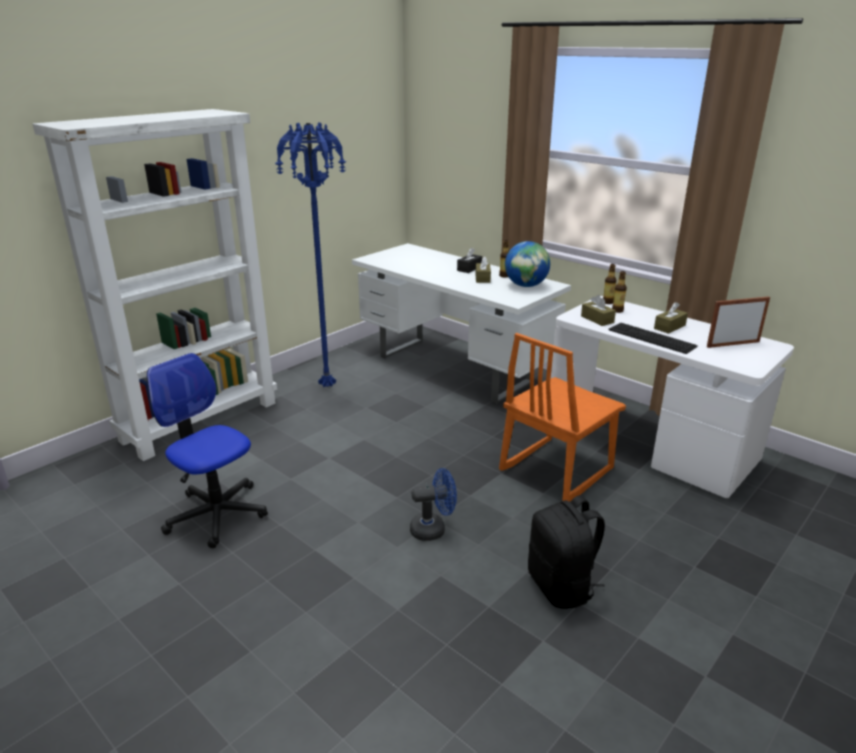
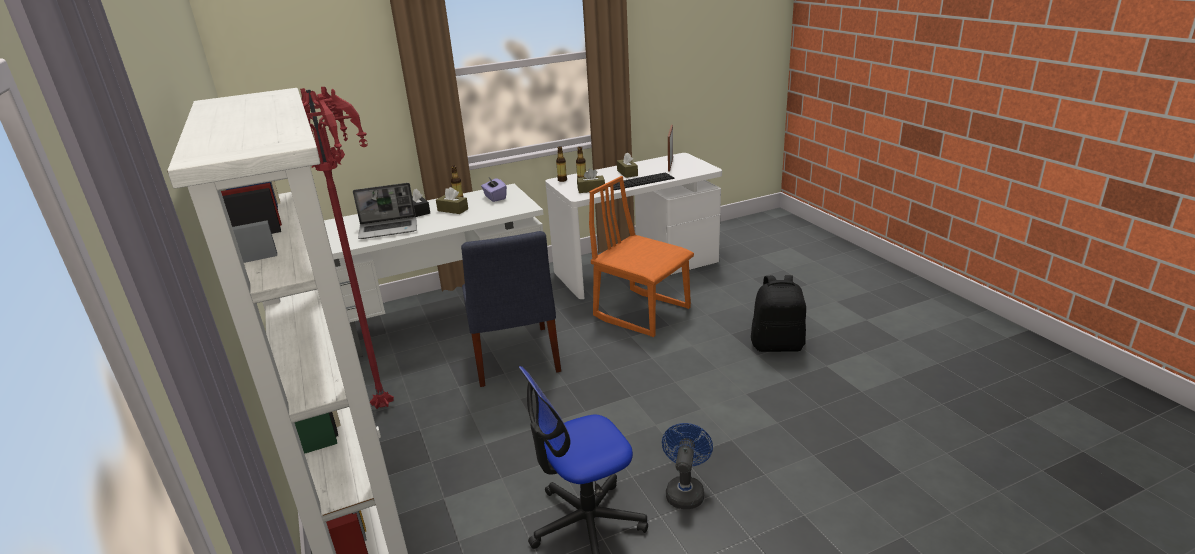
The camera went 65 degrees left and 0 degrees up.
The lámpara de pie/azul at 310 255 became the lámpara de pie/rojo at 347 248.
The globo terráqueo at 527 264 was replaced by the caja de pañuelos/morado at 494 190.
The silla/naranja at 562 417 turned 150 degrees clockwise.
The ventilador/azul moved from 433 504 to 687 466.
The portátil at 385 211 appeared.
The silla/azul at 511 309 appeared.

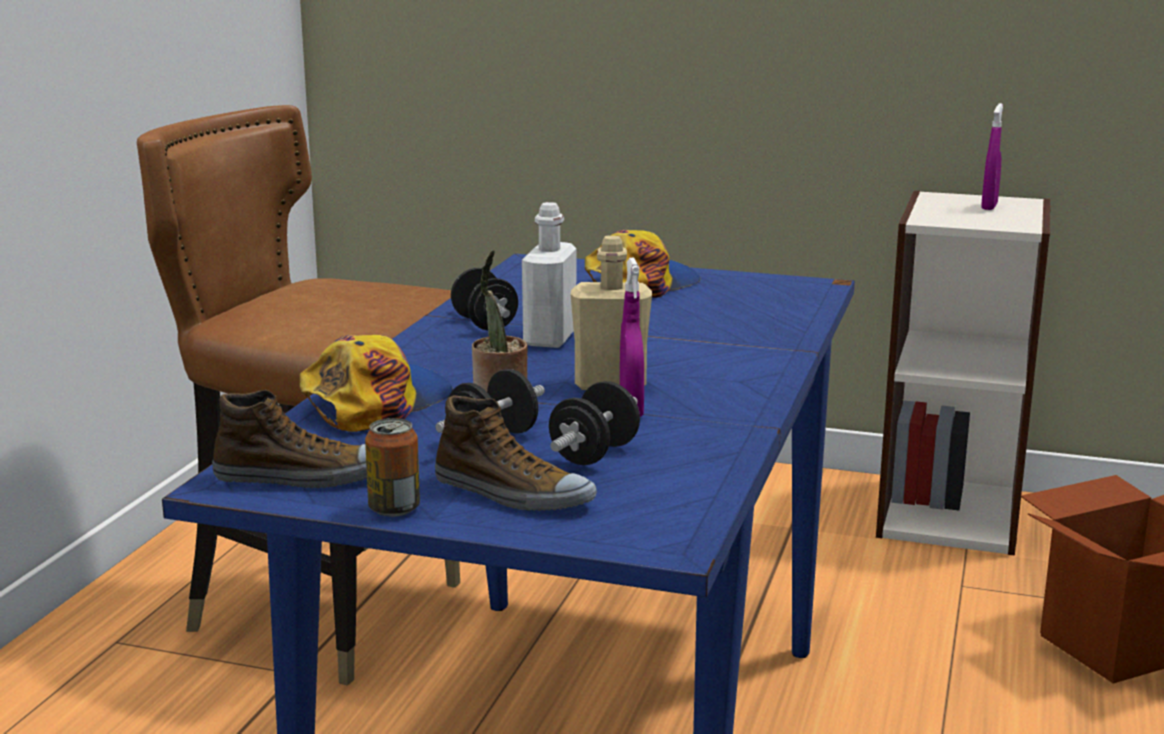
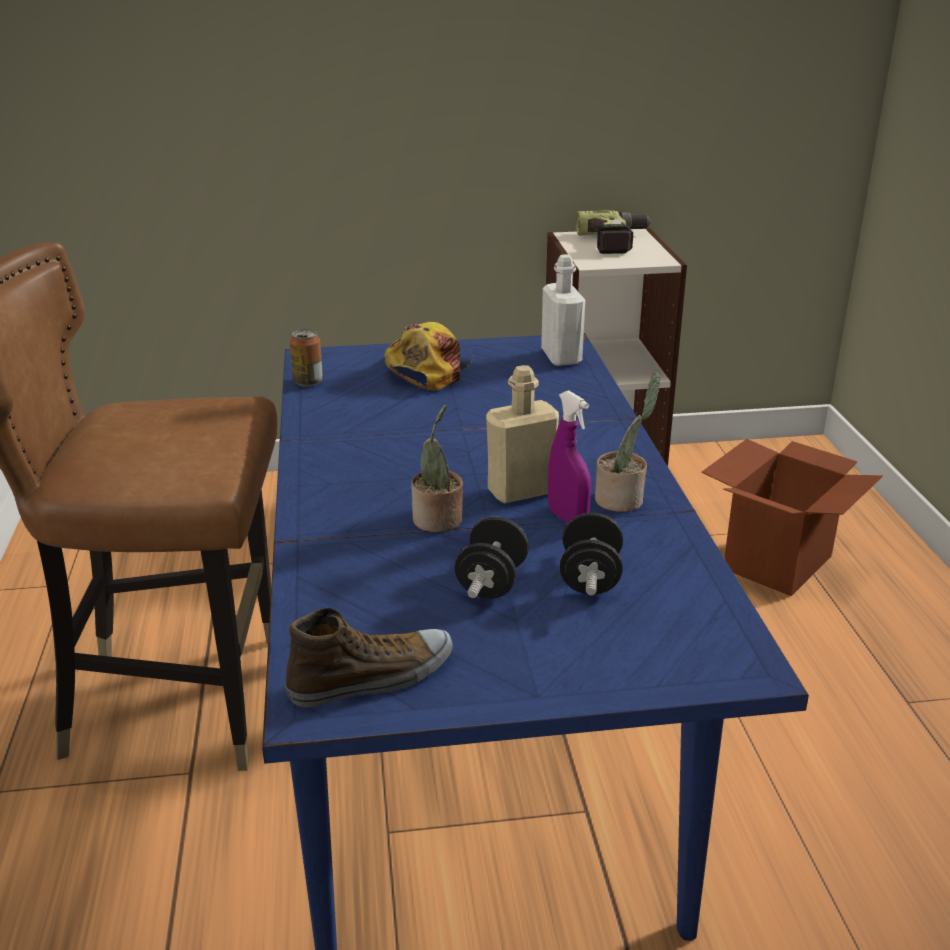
The camera went 25 degrees left and 10 degrees up.
The pulverizador/morado at 992 156 was replaced by the taladro at 614 232.
The botella/blanco moved from 549 275 to 563 310.
The mancuerna/negro at 484 299 disappeared.
The gorra at 376 383 disappeared.
The zapato at 516 453 disappeared.
The lata moved from 392 467 to 306 358.
The planta en maceta at 627 442 appeared.

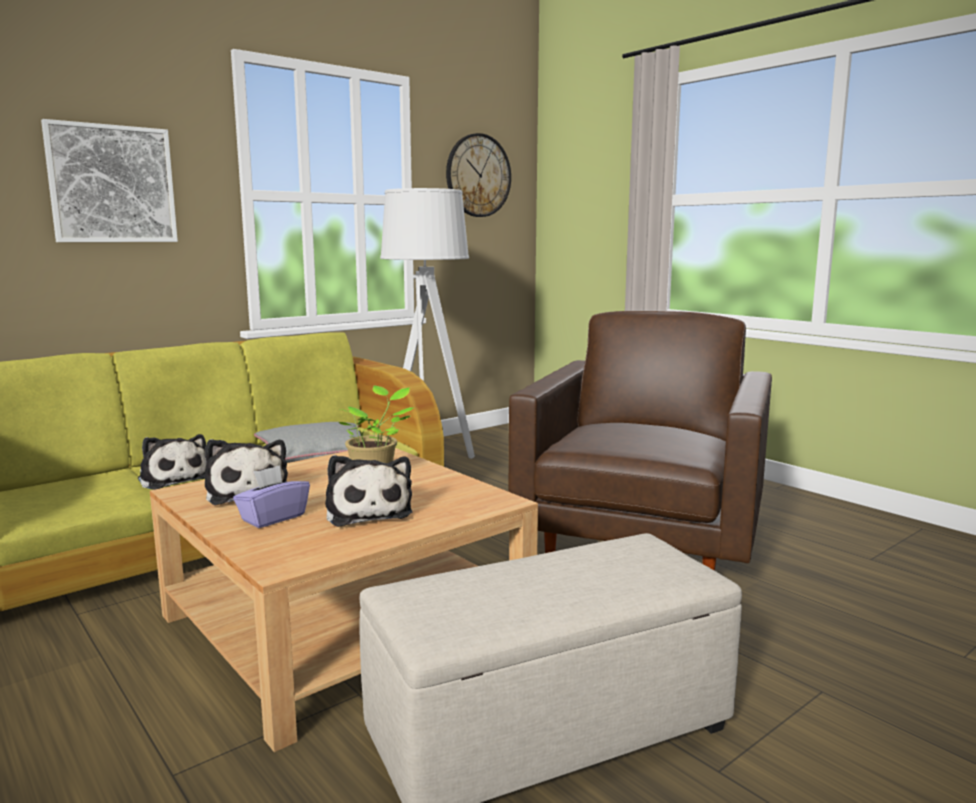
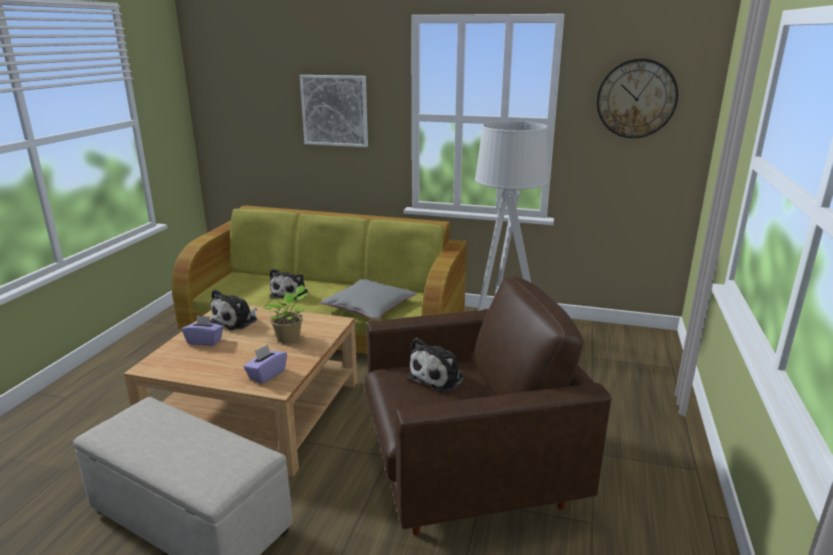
The camera went 55 degrees right and 10 degrees up.
The peluche moved from 369 491 to 435 365.
The caja de pañuelos/morado at 265 364 appeared.

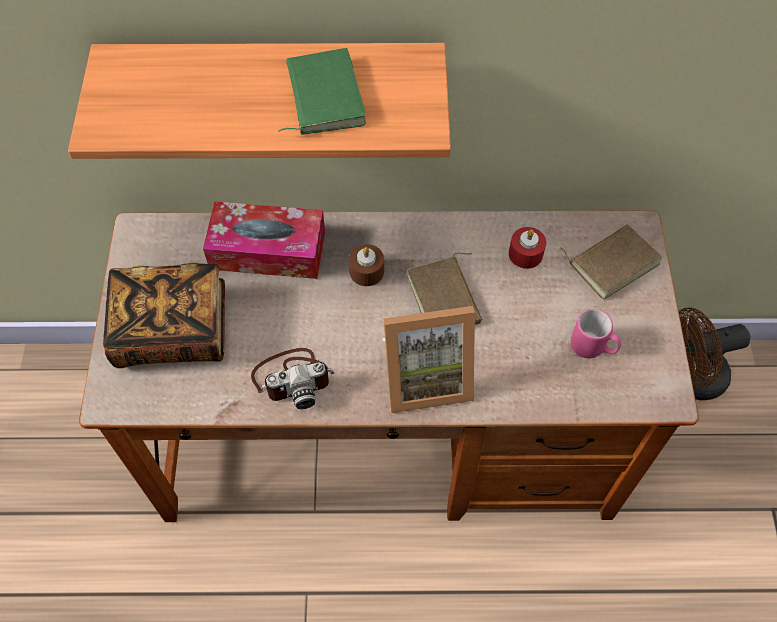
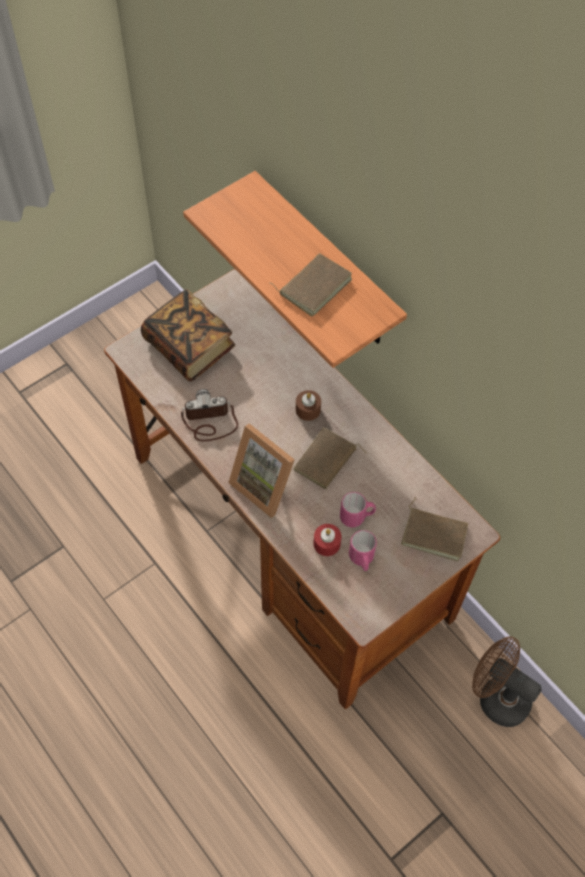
The camera went 50 degrees right and 0 degrees up.
The libro/verde at 322 91 became the libro/marrón at 311 285.
The caja de pañuelos at 264 240 disappeared.
The vela/rojo moved from 527 248 to 327 540.
The cámara at 293 378 turned 135 degrees clockwise.
The taza grande/rosa at 358 509 appeared.

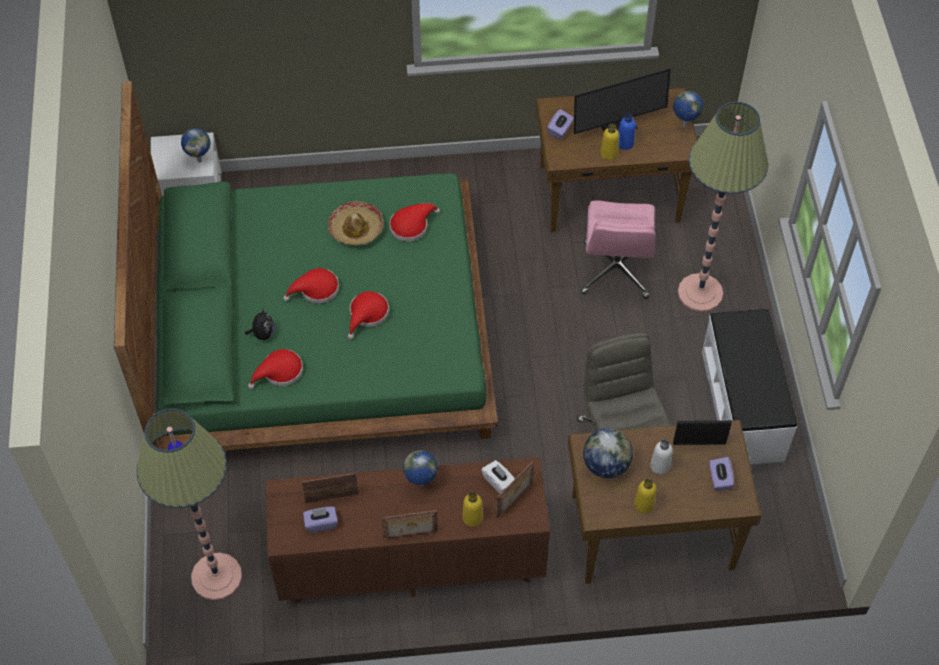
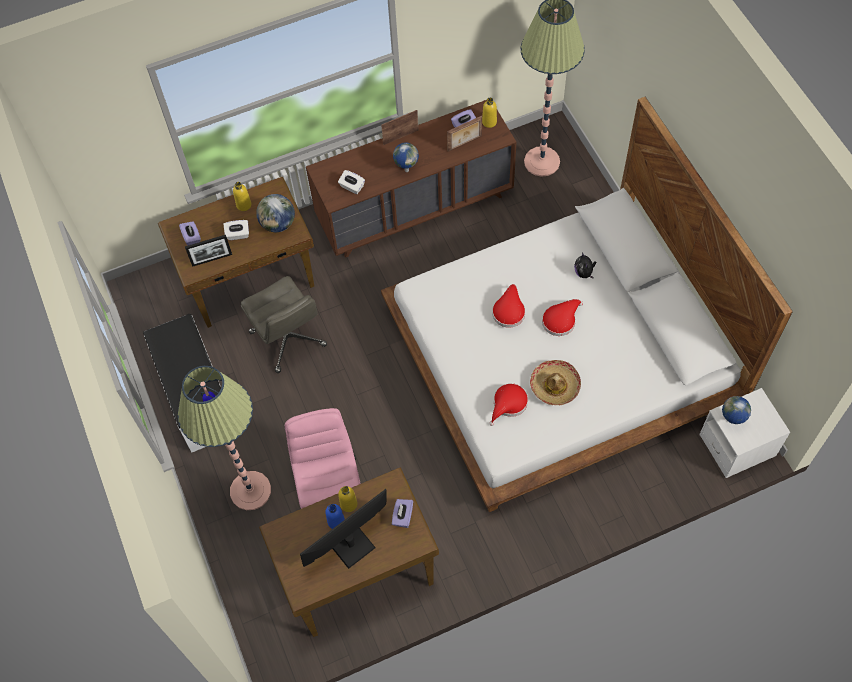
The camera went 165 degrees right and 5 degrees up.
The cama/verde at 306 265 became the cama/blanco at 587 304.
The globo terráqueo at 688 109 disappeared.
The sombrero/rojo at 275 369 disappeared.
The botella/blanco at 661 457 was replaced by the caja de pañuelos/blanco at 236 230.
The portarretratos at 514 489 disappeared.
The botella/amarillo moved from 472 509 to 489 113.

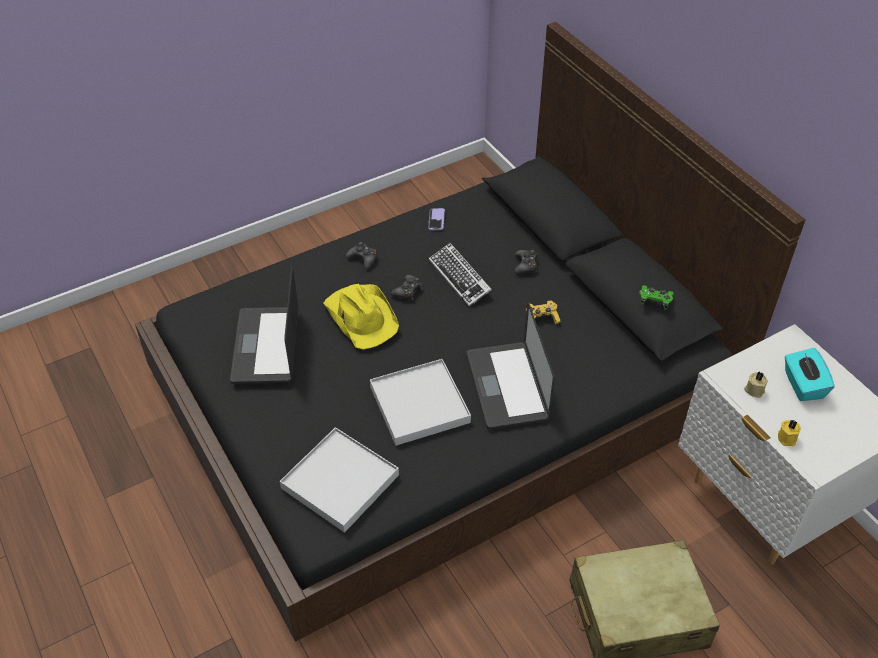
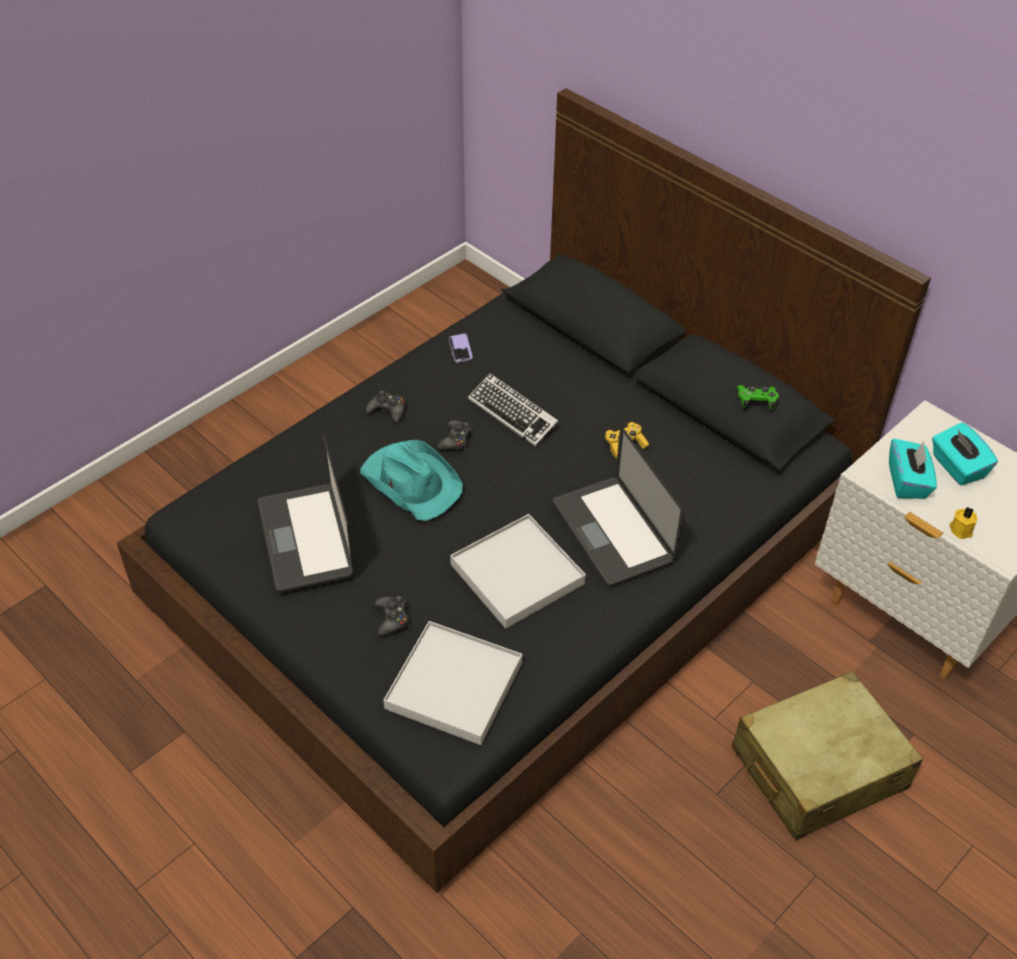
The camera went 15 degrees left and 0 degrees up.
The mando de consola/negro moved from 525 262 to 392 616.
The sombrero/amarillo at 361 316 became the sombrero/turquesa at 411 480.
The vela/beis at 756 385 was replaced by the caja de pañuelos/turquesa at 913 469.

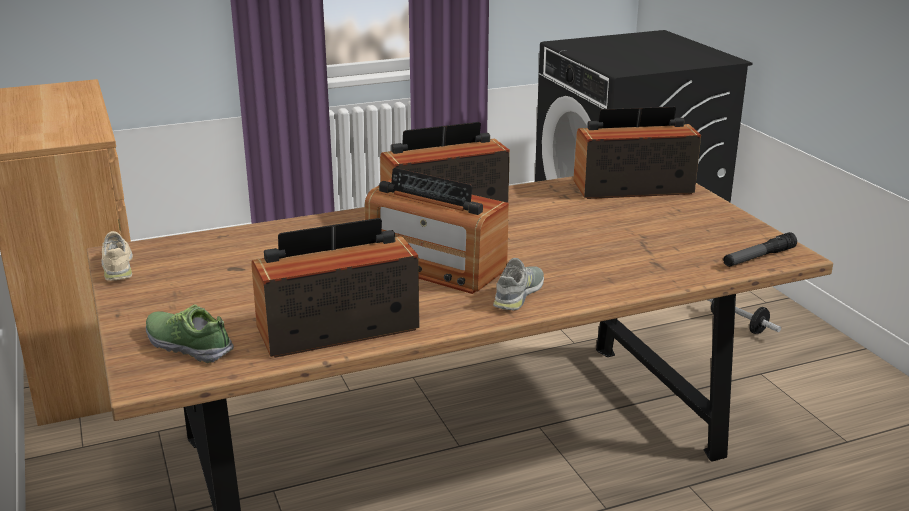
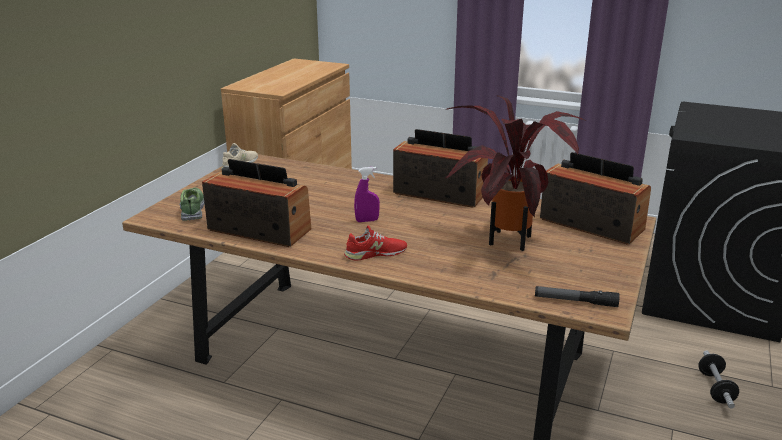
The camera went 45 degrees right and 0 degrees up.
The radio at 437 231 was replaced by the pulverizador/morado at 367 194.
The zapato/gris at 518 284 became the zapato/rojo at 375 243.
The planta en maceta at 515 173 appeared.

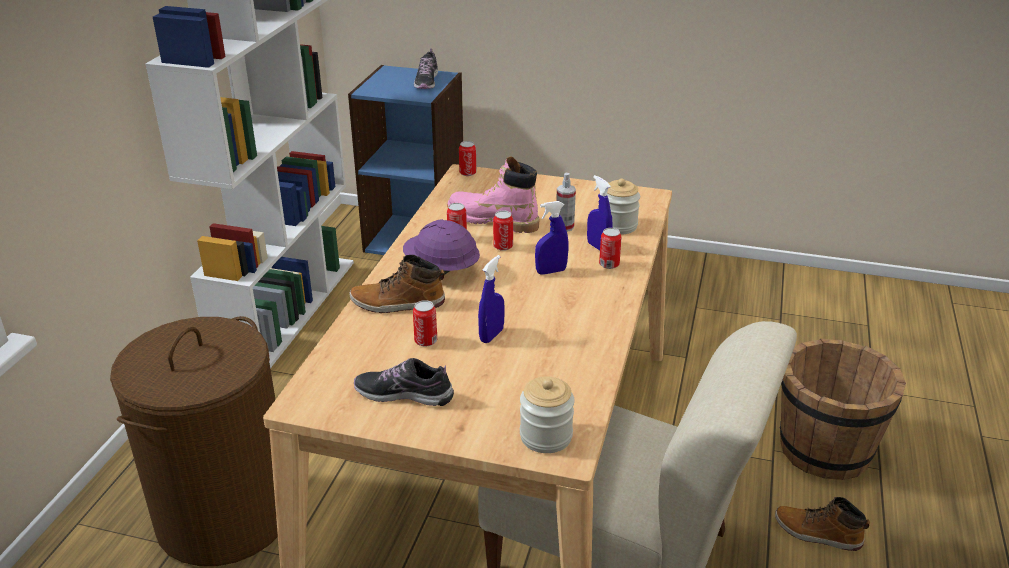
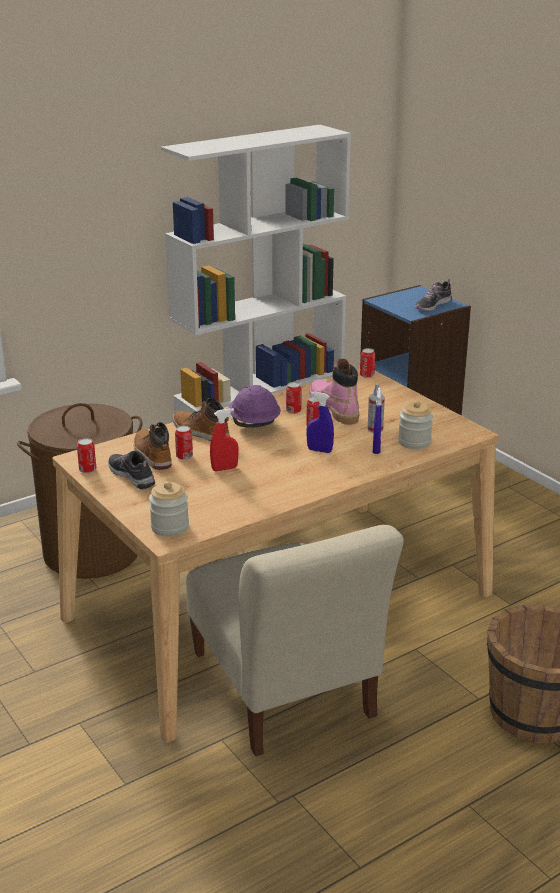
The camera went 40 degrees right and 5 degrees down.
The lata moved from 610 248 to 86 455.
The pulverizador/azul at 491 299 became the pulverizador/rojo at 224 439.
The bota moved from 822 524 to 153 446.

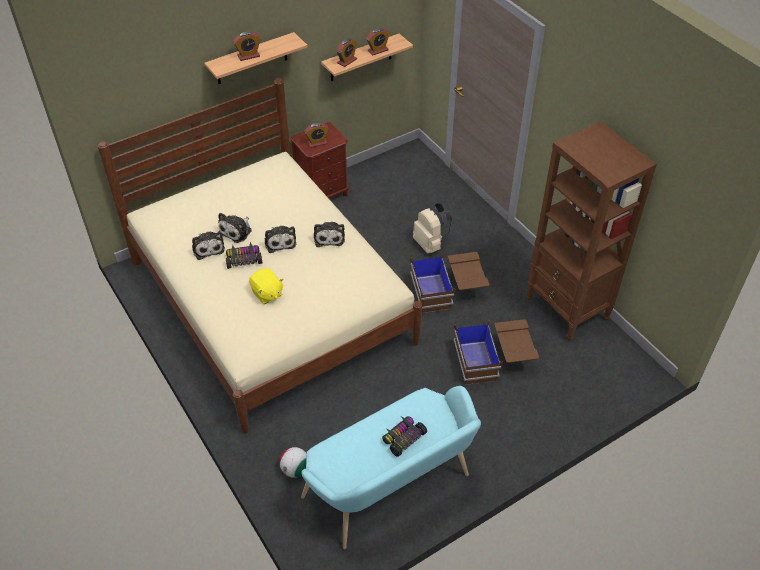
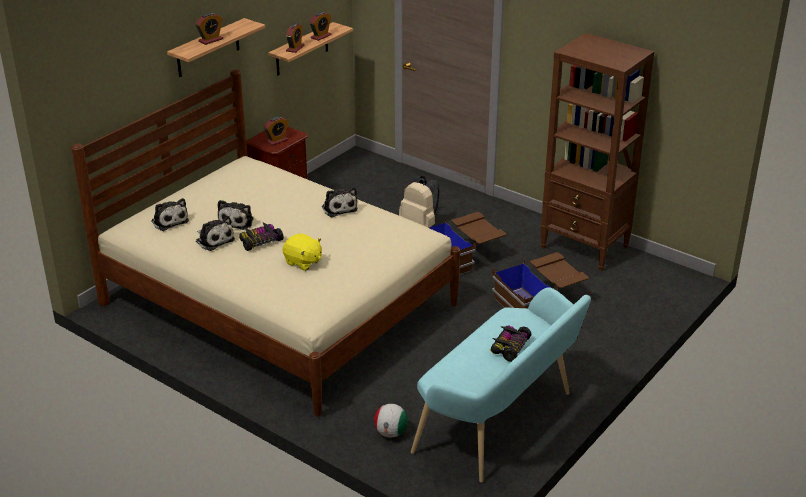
The camera went 20 degrees left and 15 degrees down.
The peluche moved from 280 239 to 170 214.

